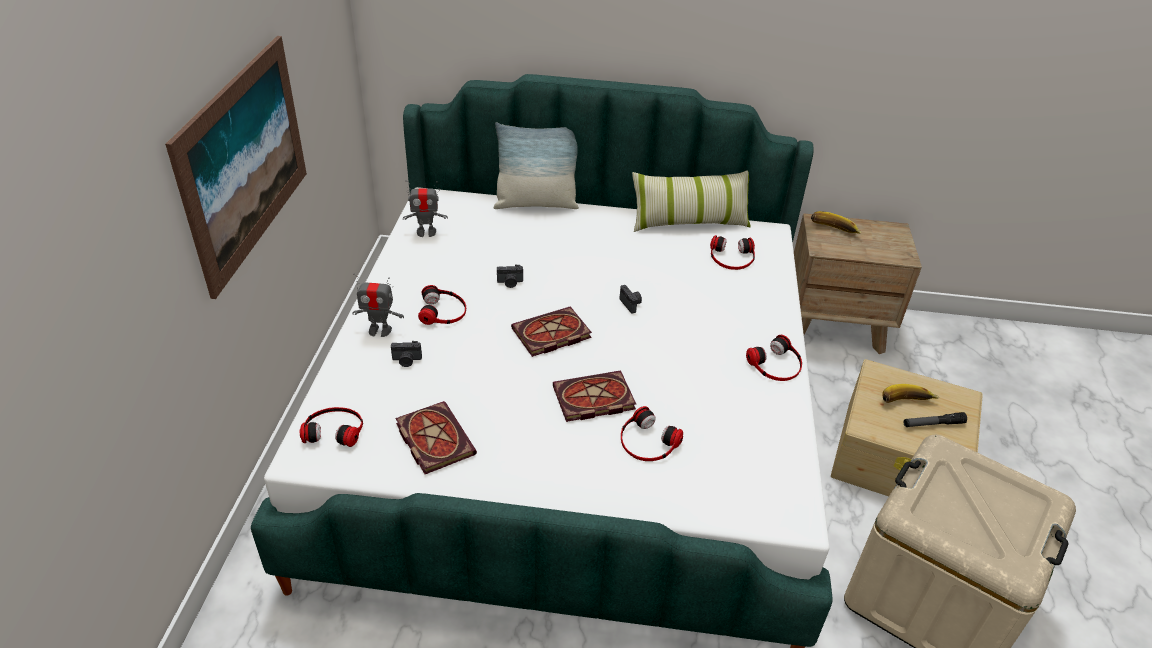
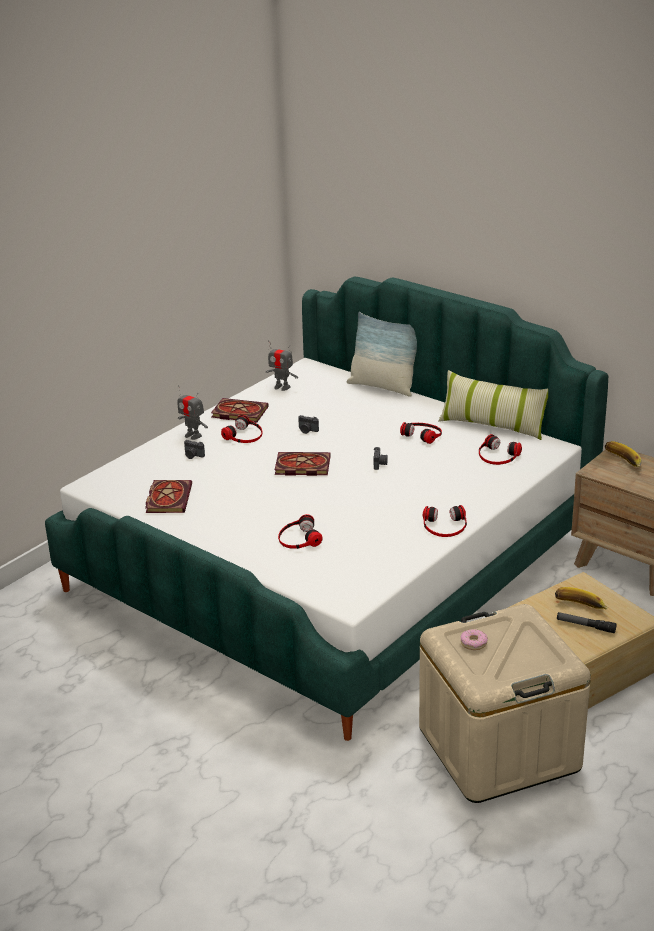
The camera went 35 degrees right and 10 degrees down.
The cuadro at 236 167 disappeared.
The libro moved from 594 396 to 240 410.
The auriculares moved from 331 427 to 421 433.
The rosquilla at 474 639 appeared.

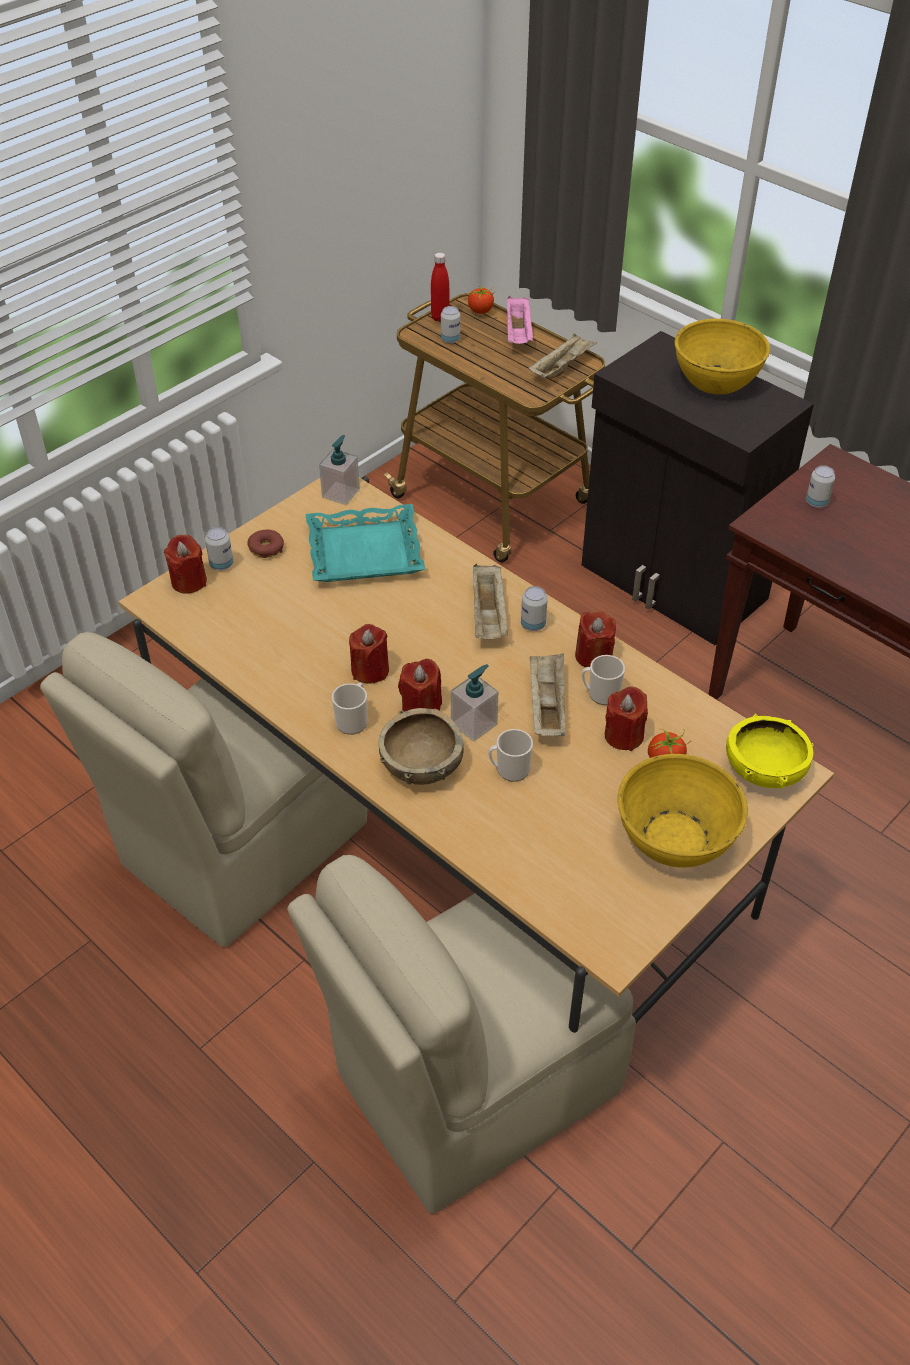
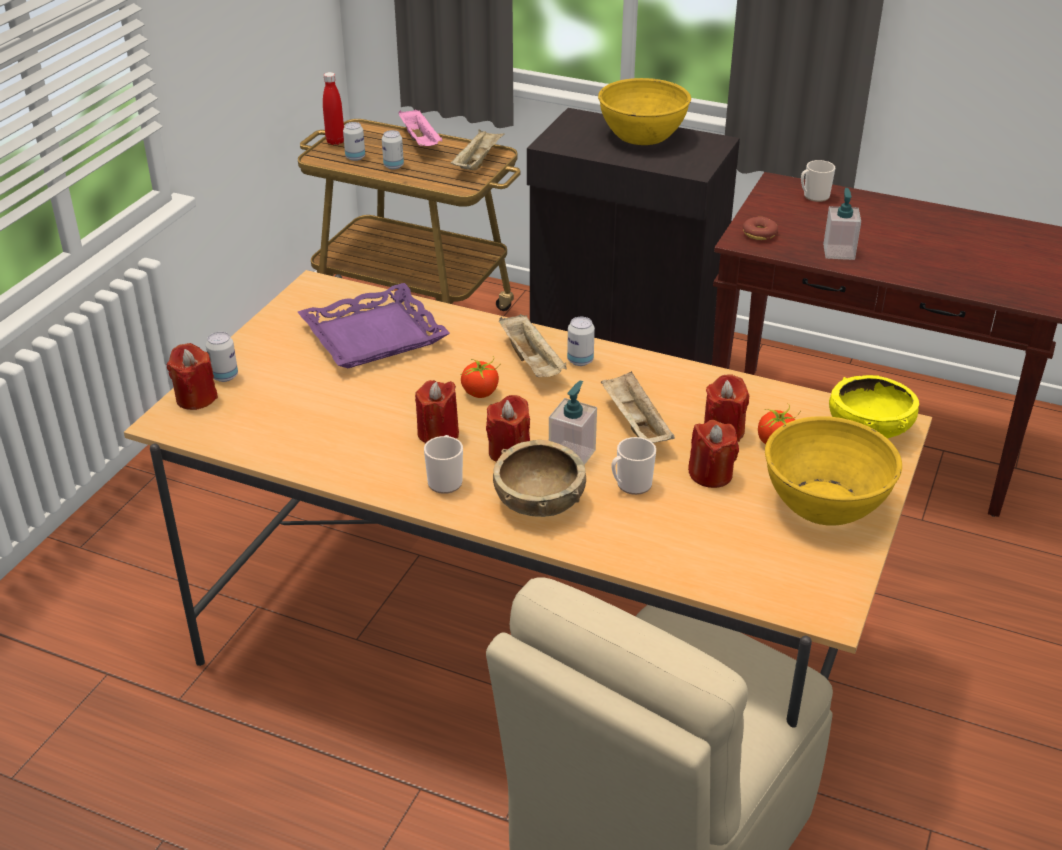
The camera went 20 degrees left and 10 degrees down.
The tomate moved from 481 300 to 481 377.
The dispensador de jabón moved from 339 470 to 842 224.
The lata moved from 820 486 to 393 150.
The bandeja/turquesa at 365 543 became the bandeja/morado at 374 325.
The rosquilla moved from 265 544 to 760 228.
The vela/rojo moved from 595 639 to 713 454.
The silla/beis at 203 789 disappeared.
The taza grande moved from 603 680 to 818 181.

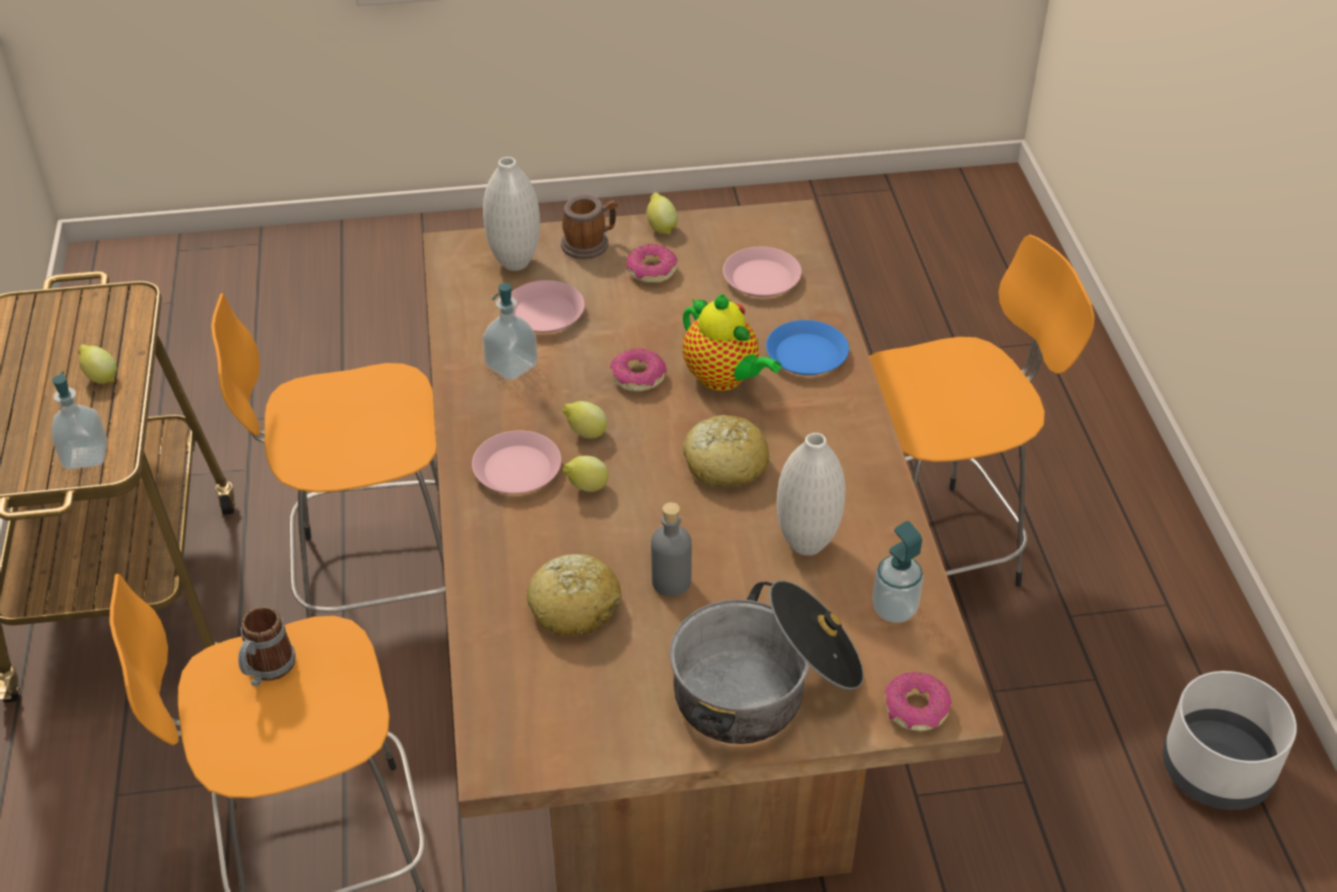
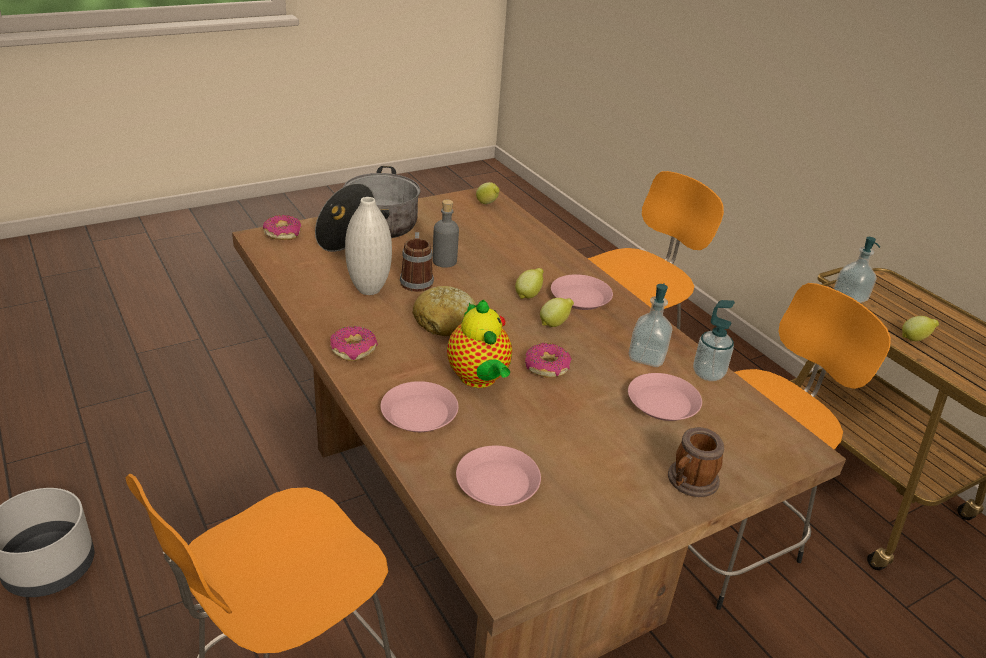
The camera went 155 degrees right and 10 degrees down.
The florero/blanco at 511 214 disappeared.
The limón moved from 662 213 to 488 193.
The rosquilla moved from 652 263 to 354 343.
The tetera at 732 342 turned 135 degrees counterclockwise.
The plato/azul at 807 347 became the plato/rosa at 419 406.
The dispensador de jabón moved from 898 572 to 714 340.
The pan at 574 595 disappeared.
The taza grande moved from 267 646 to 417 262.

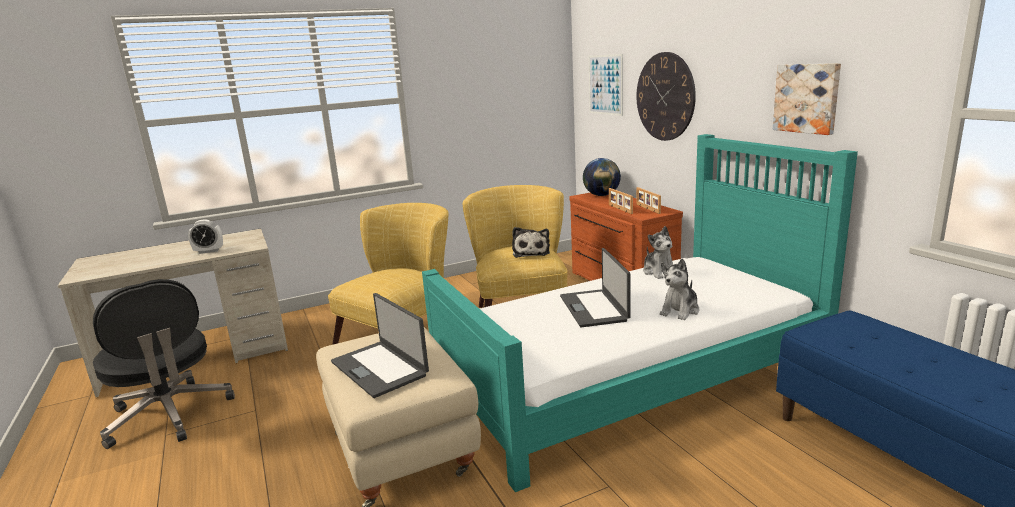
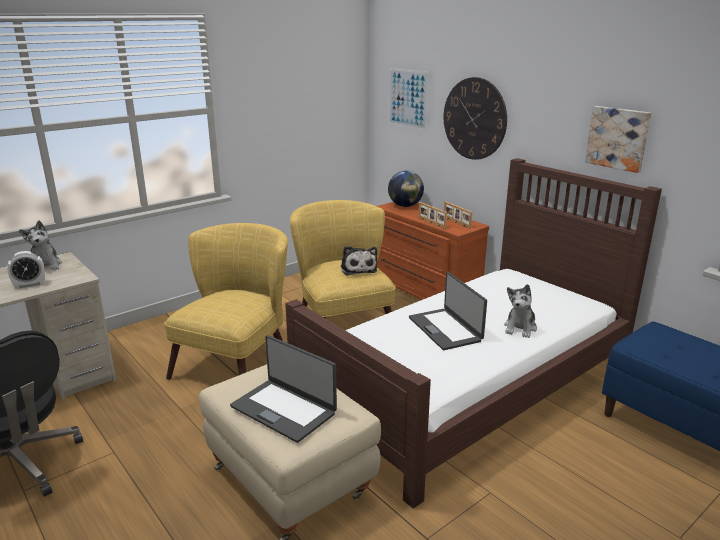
The camera went 15 degrees left and 5 degrees up.
The cama/turquesa at 640 313 became the cama/marrón at 473 333.
The peluche moved from 658 252 to 40 245.

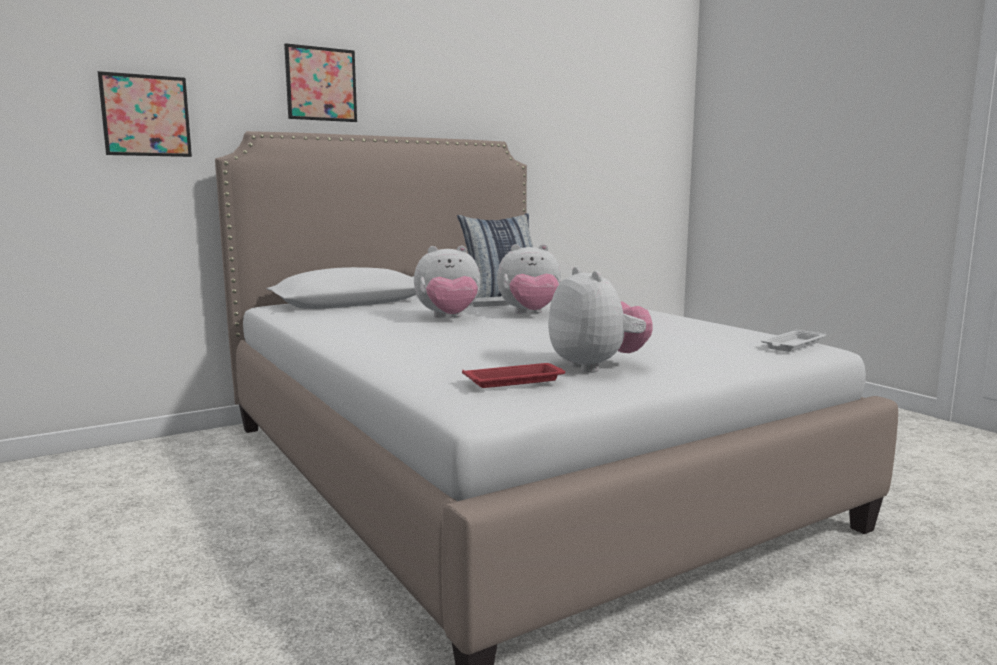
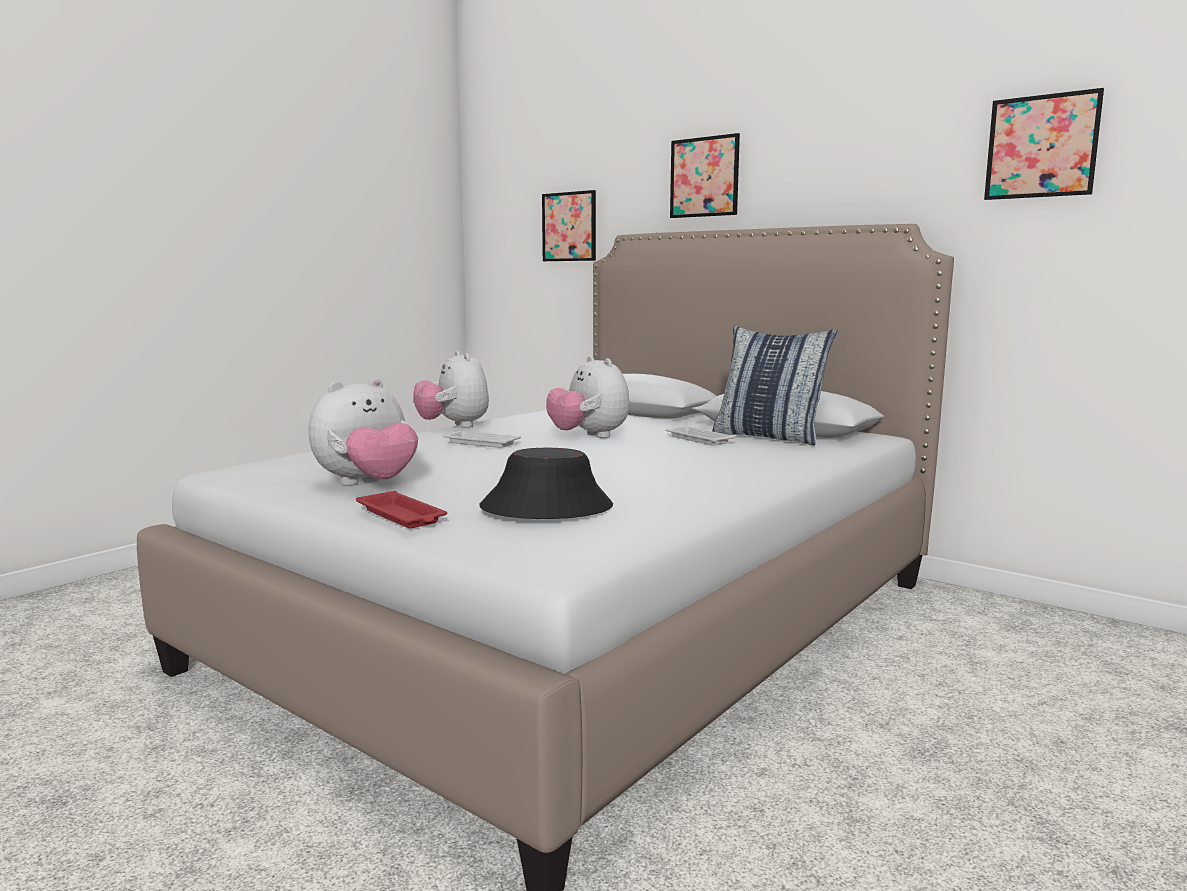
The camera went 70 degrees right and 0 degrees up.
The peluche moved from 529 278 to 451 389.
The bandeja/blanco moved from 793 340 to 482 439.
The bandeja/rojo moved from 513 375 to 401 509.
The cuadro at 1044 144 appeared.
The sombrero/negro at 546 483 appeared.

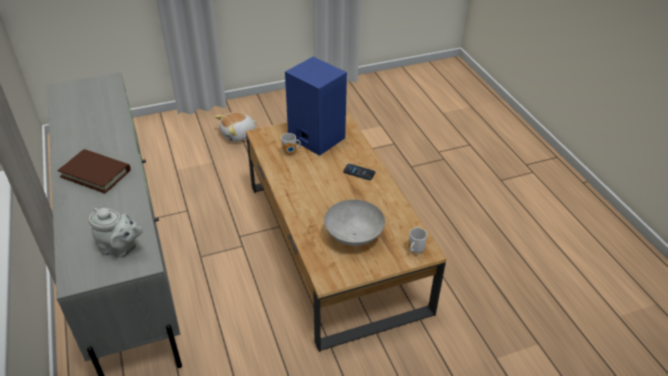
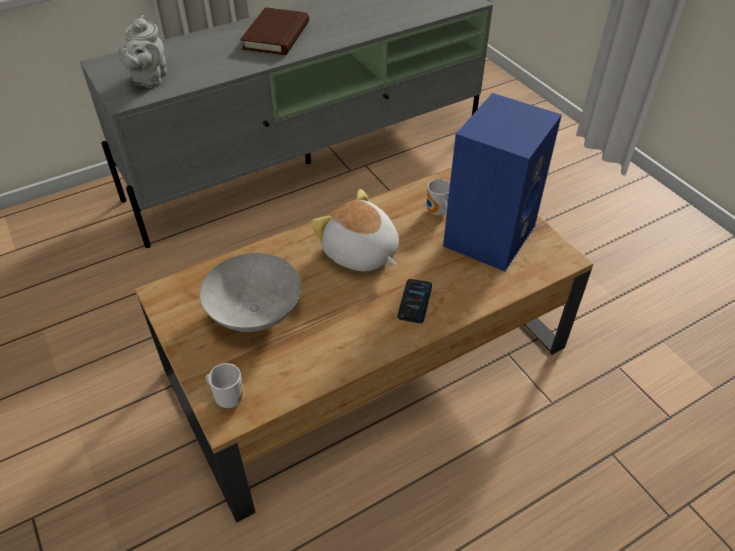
The camera went 80 degrees right and 5 degrees up.
The peluche moved from 236 127 to 354 230.

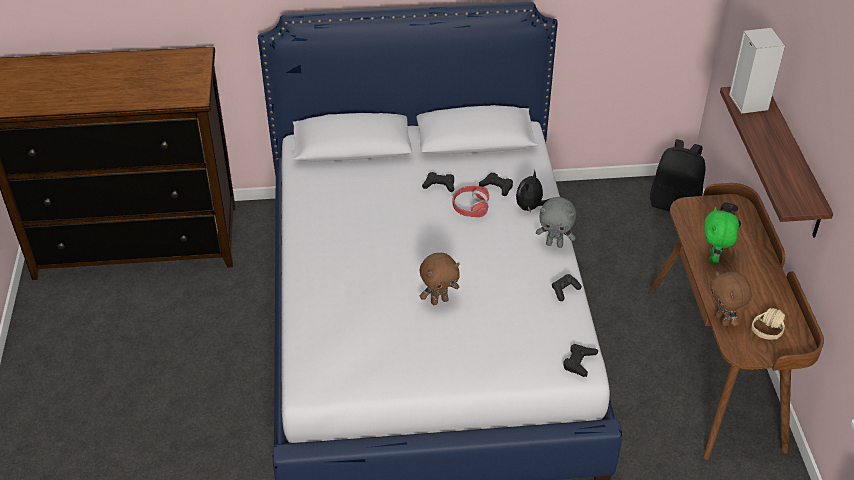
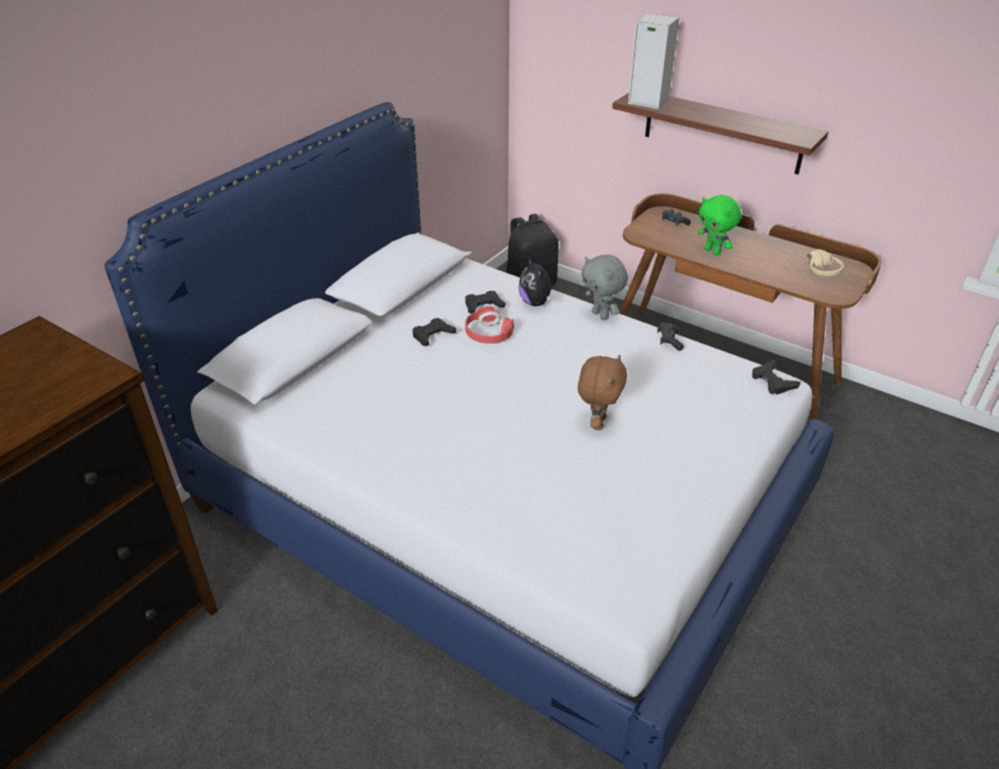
The camera went 50 degrees left and 5 degrees down.
The peluche/gris at 556 222 turned 90 degrees clockwise.
The peluche/marrón at 731 298 disappeared.

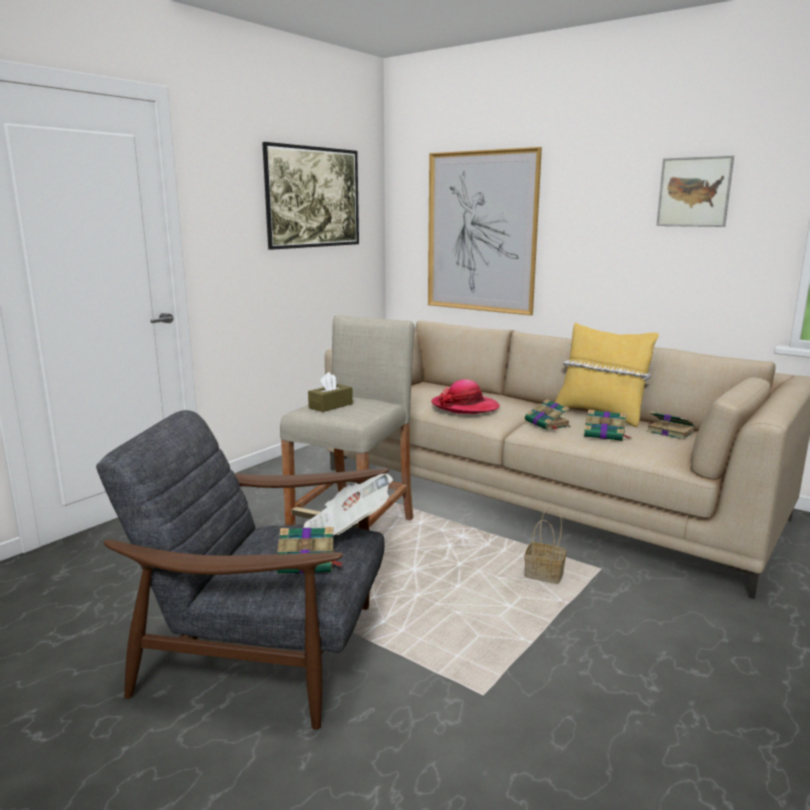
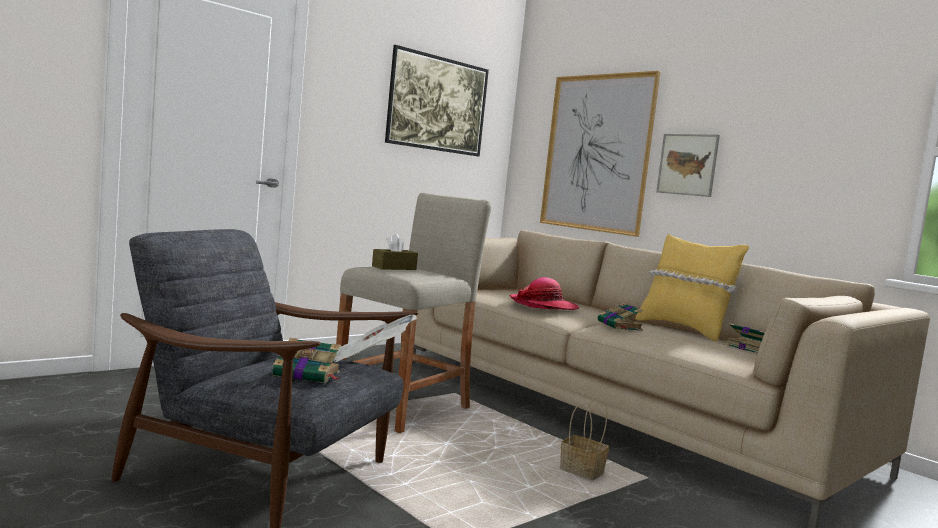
The camera went 10 degrees right and 10 degrees down.
The cuadro moved from 695 191 to 688 165.
The libro at 607 425 disappeared.

